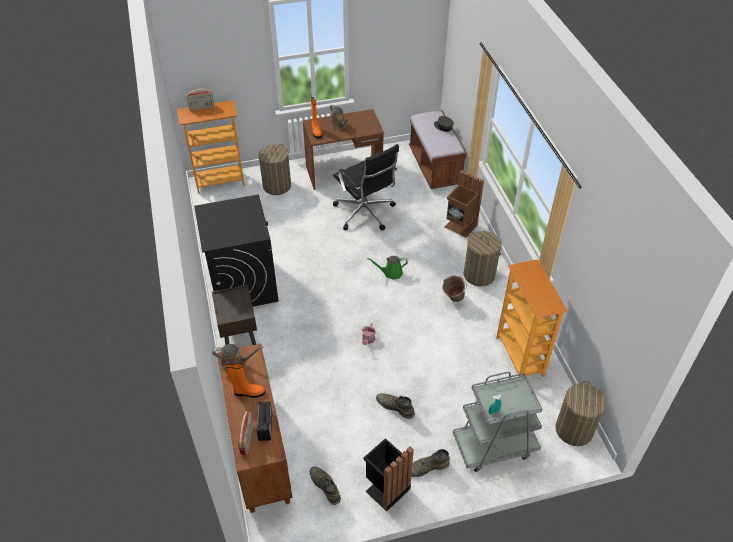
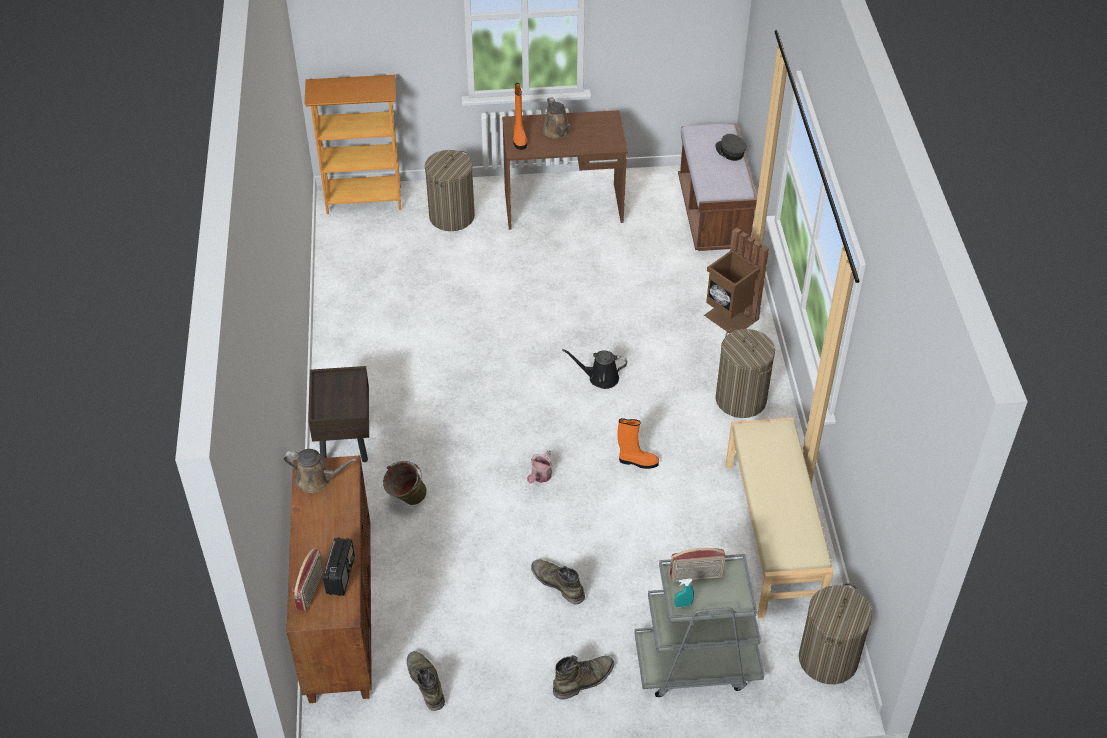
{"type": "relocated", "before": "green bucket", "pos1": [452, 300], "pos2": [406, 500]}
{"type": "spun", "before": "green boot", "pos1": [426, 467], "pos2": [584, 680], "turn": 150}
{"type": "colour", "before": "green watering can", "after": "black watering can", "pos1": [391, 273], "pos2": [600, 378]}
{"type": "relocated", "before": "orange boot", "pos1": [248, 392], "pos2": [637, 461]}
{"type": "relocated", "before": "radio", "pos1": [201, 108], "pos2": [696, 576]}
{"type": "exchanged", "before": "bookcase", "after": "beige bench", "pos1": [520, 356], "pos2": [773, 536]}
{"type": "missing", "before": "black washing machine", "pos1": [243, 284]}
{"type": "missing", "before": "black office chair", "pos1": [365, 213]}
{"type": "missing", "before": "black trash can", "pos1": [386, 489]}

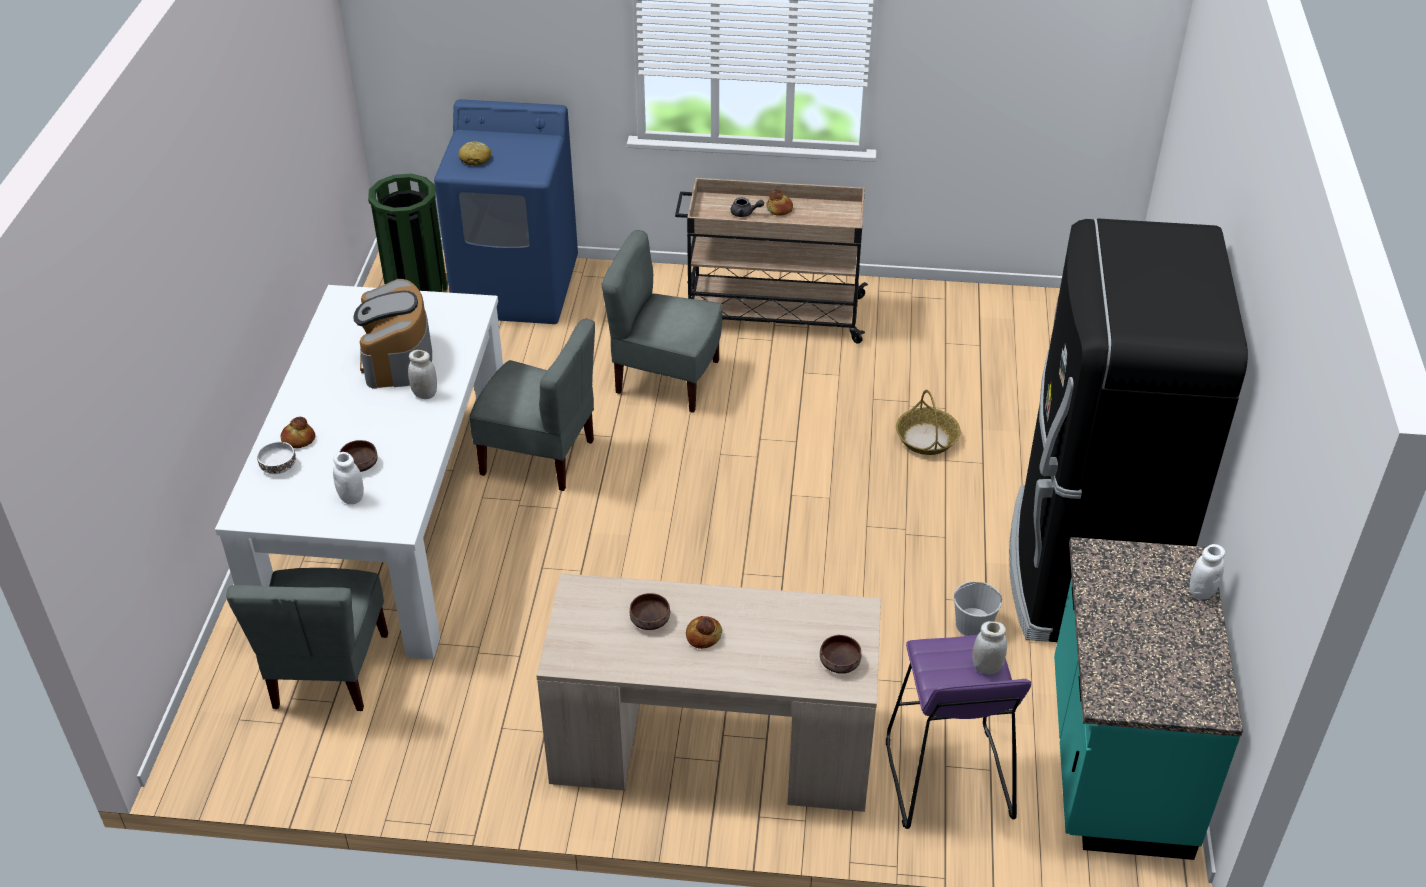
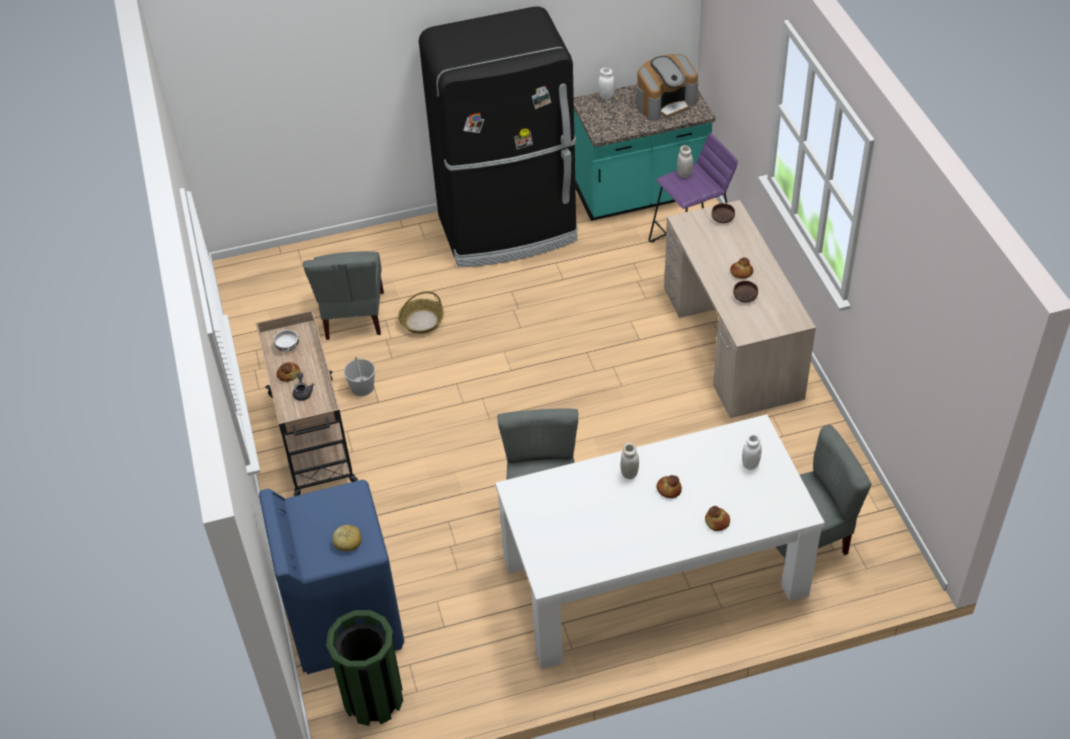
{"type": "relocated", "before": "white bowl", "pos1": [277, 466], "pos2": [288, 346]}
{"type": "relocated", "before": "grey chair", "pos1": [666, 378], "pos2": [353, 316]}
{"type": "relocated", "before": "white bucket", "pos1": [974, 624], "pos2": [362, 387]}
{"type": "relocated", "before": "coffee machine", "pos1": [396, 358], "pos2": [665, 102]}
{"type": "appeared", "after": "bread", "pos2": [668, 489]}
{"type": "missing", "before": "brown bowl", "pos1": [360, 463]}

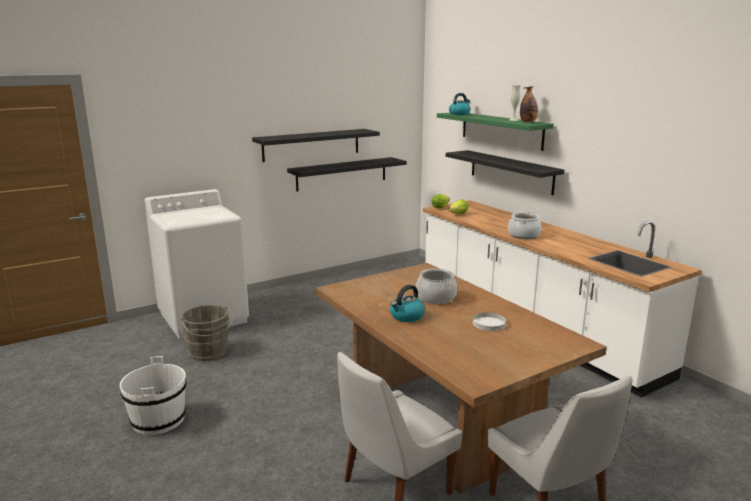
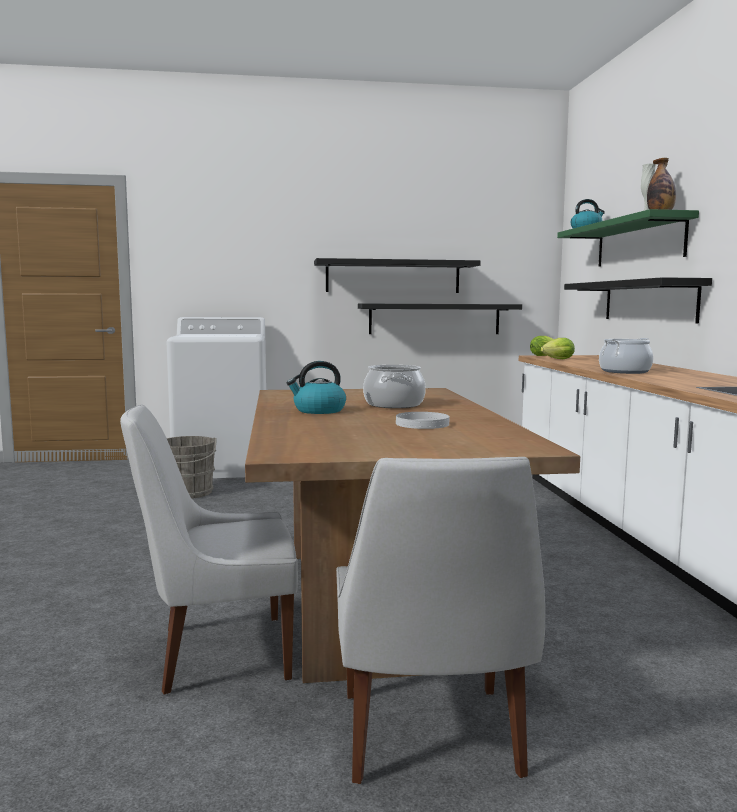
{"type": "missing", "before": "white bucket", "pos1": [158, 420]}

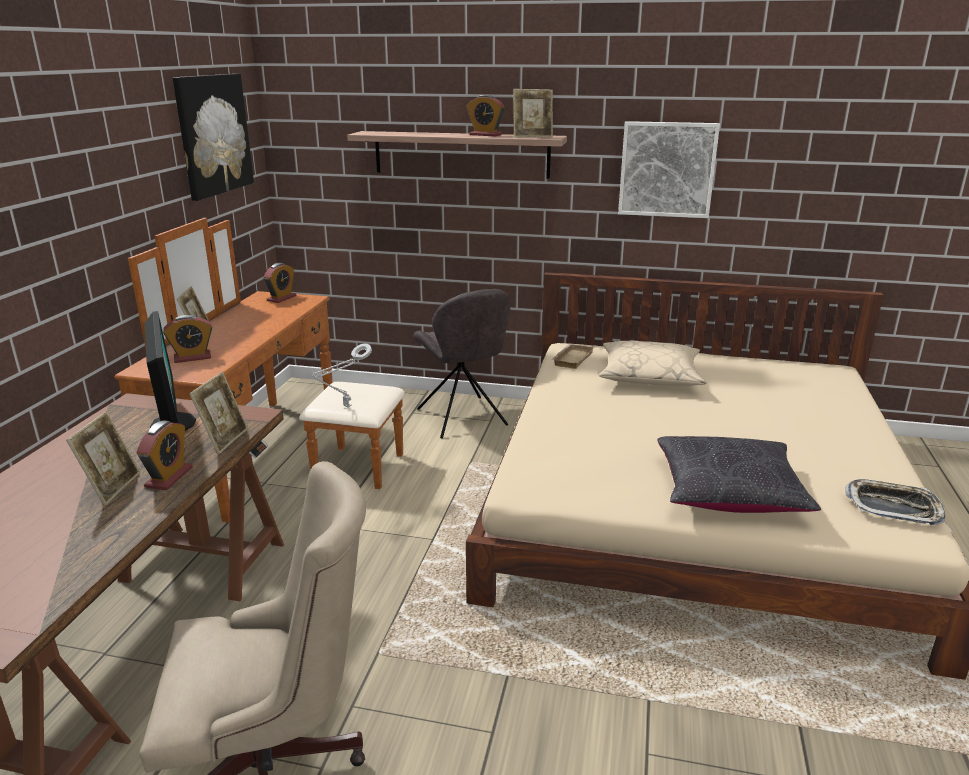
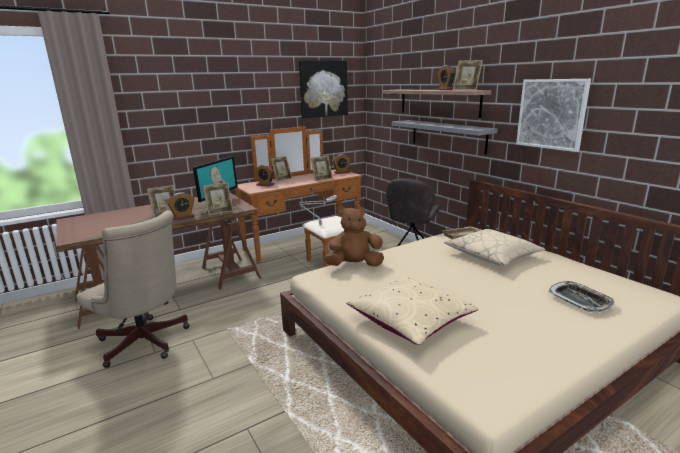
{"type": "appeared", "after": "picture frame", "pos2": [322, 179]}
{"type": "appeared", "after": "brown plush toy", "pos2": [354, 265]}
{"type": "colour", "before": "black pillow", "after": "beige pillow", "pos1": [728, 492], "pos2": [410, 320]}
{"type": "appeared", "after": "grey shelf", "pos2": [447, 136]}
{"type": "relocated", "before": "tray", "pos1": [893, 507], "pos2": [580, 300]}

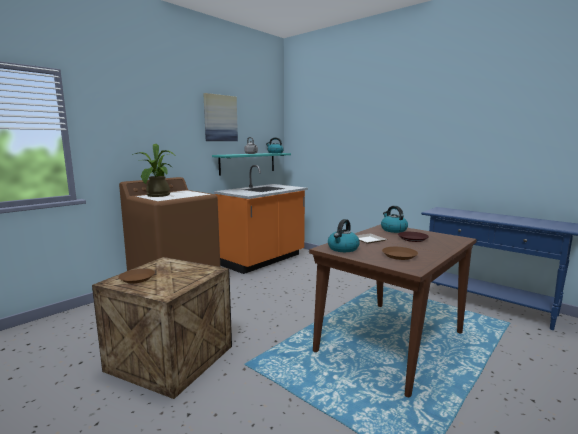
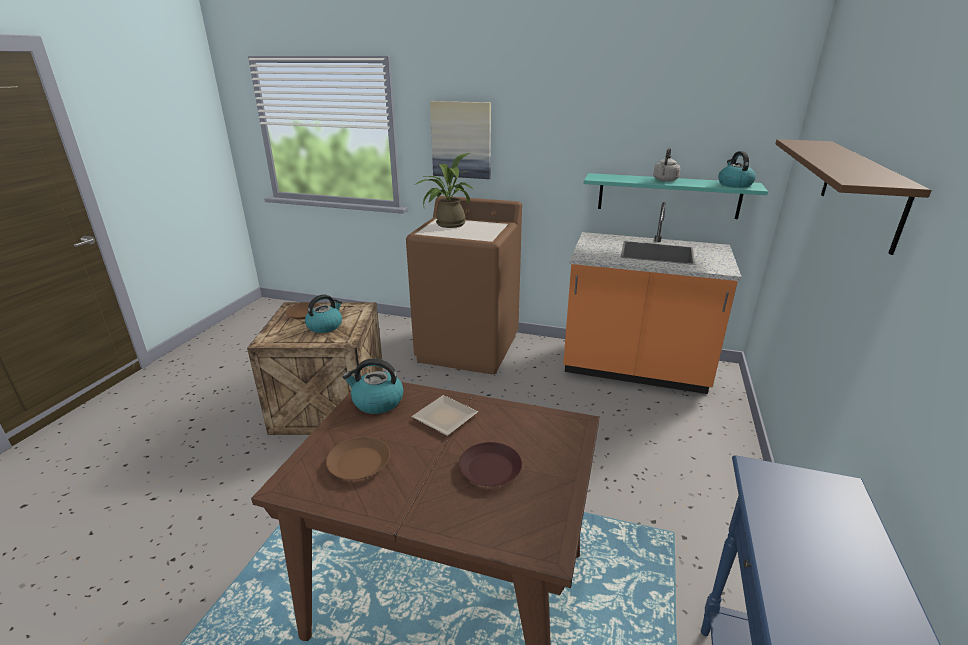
{"type": "relocated", "before": "kettle", "pos1": [393, 230], "pos2": [325, 326]}
{"type": "relocated", "before": "picture", "pos1": [220, 118], "pos2": [461, 140]}
{"type": "appeared", "after": "brown shelf", "pos2": [861, 190]}

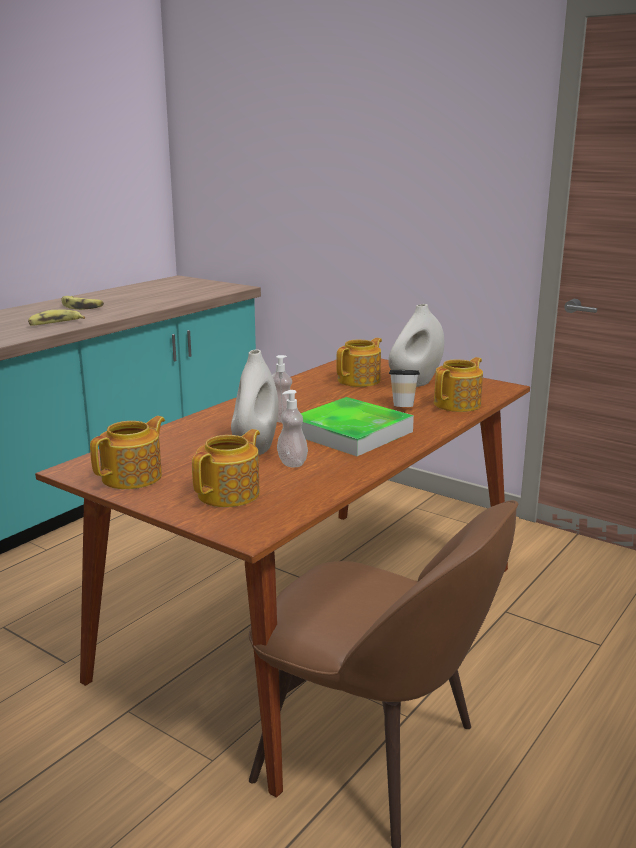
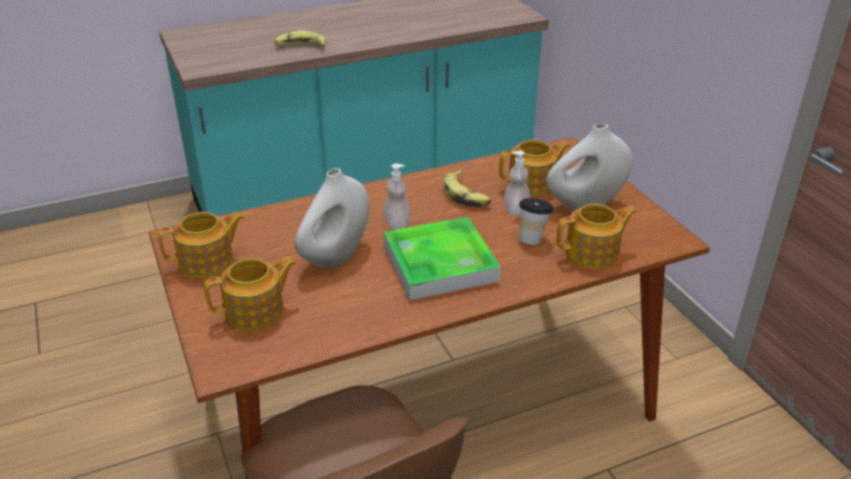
{"type": "relocated", "before": "banana", "pos1": [82, 307], "pos2": [466, 195]}
{"type": "relocated", "before": "soap dispenser", "pos1": [292, 463], "pos2": [516, 209]}

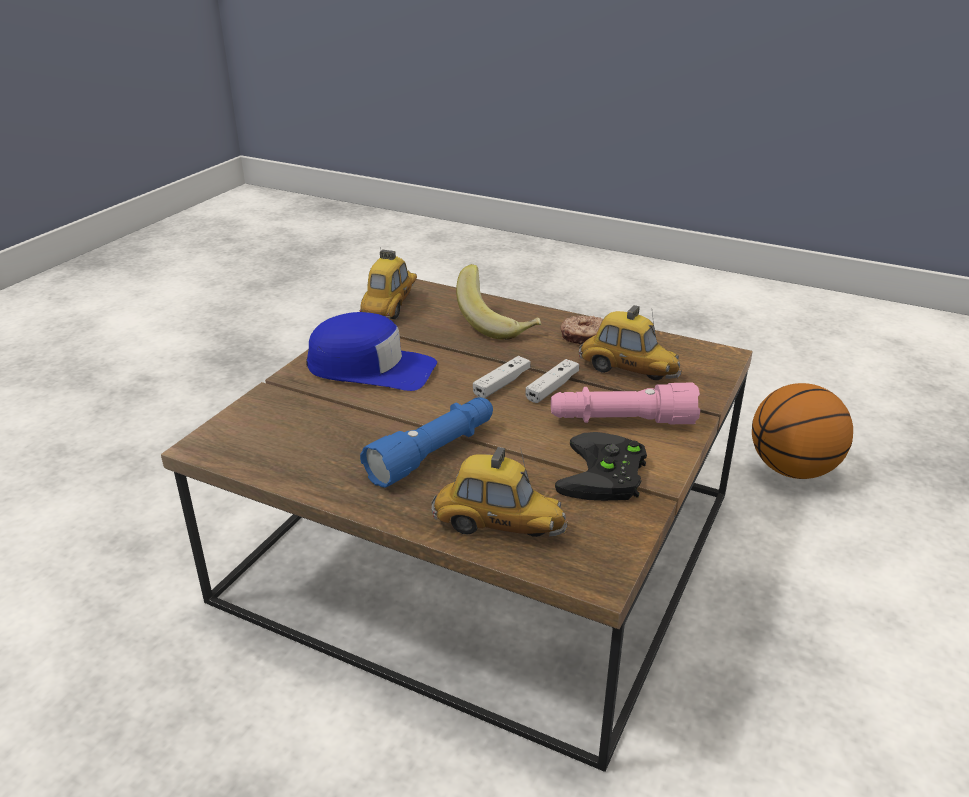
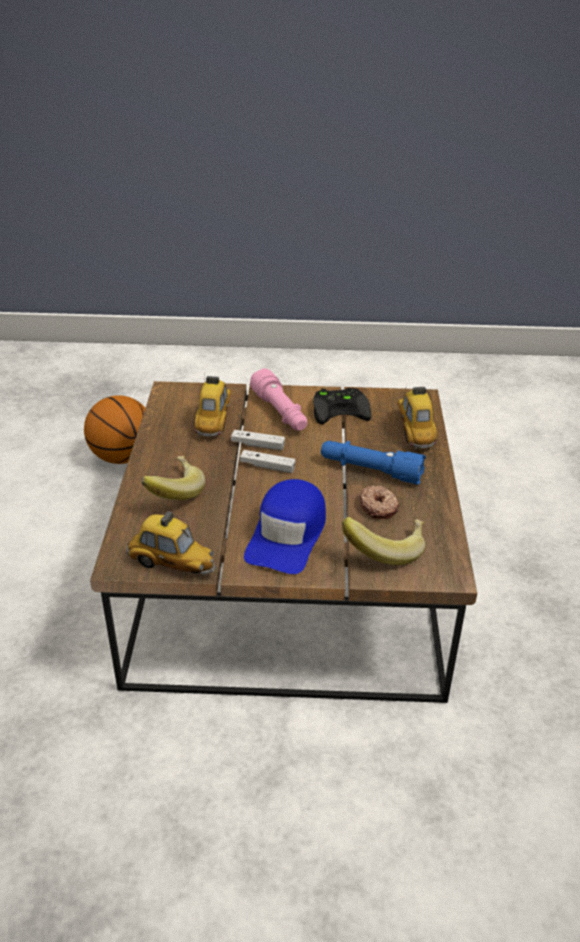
{"type": "spun", "before": "toy car", "pos1": [391, 308], "pos2": [171, 564], "turn": -150}
{"type": "spun", "before": "blue cap", "pos1": [371, 368], "pos2": [287, 535], "turn": -150}
{"type": "appeared", "after": "banana", "pos2": [385, 549]}
{"type": "relocated", "before": "donut", "pos1": [584, 337], "pos2": [378, 507]}

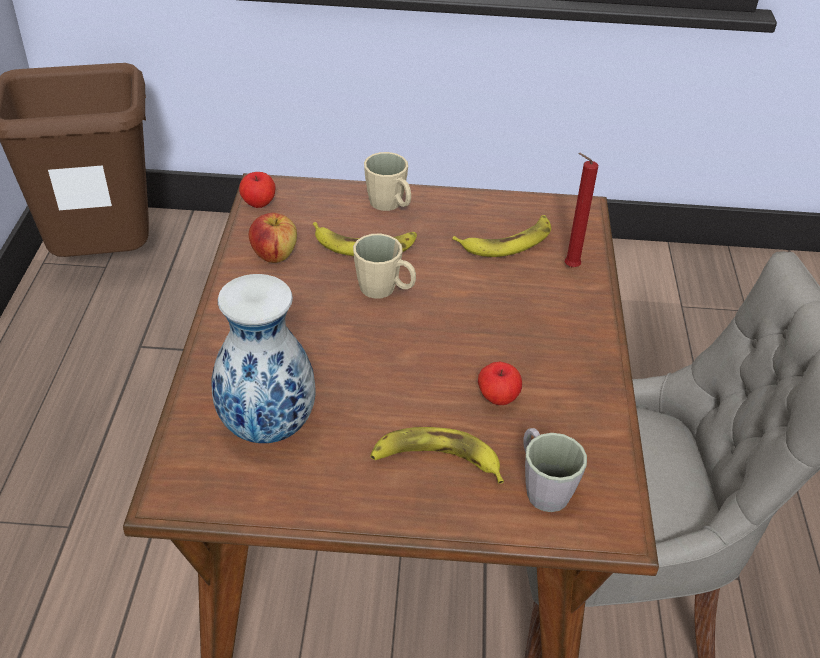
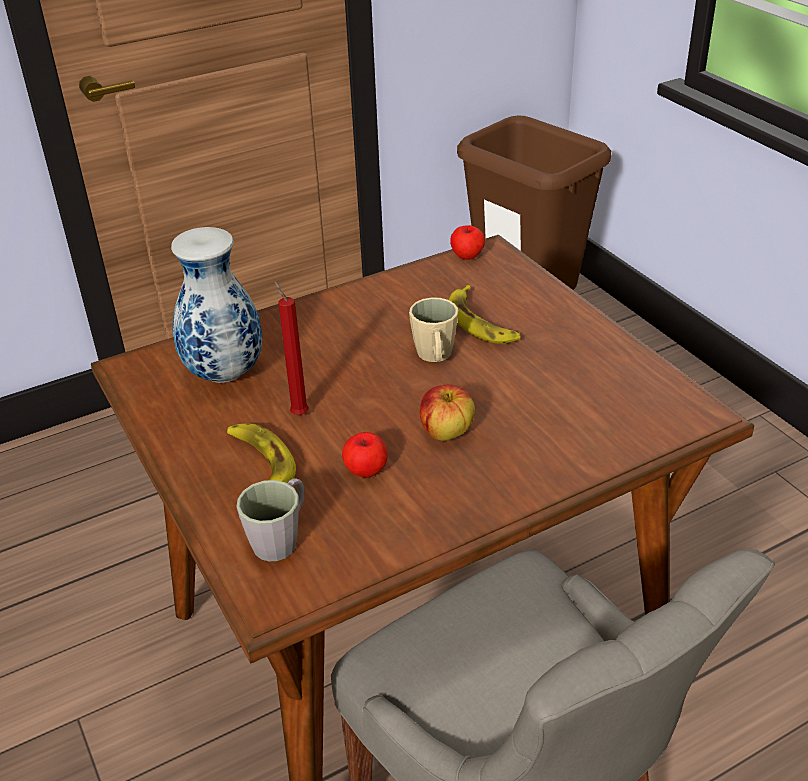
{"type": "relocated", "before": "red candle", "pos1": [568, 267], "pos2": [298, 413]}
{"type": "relocated", "before": "apple", "pos1": [274, 255], "pos2": [446, 432]}
{"type": "missing", "before": "beige mug", "pos1": [390, 205]}
{"type": "missing", "before": "banana", "pos1": [507, 241]}

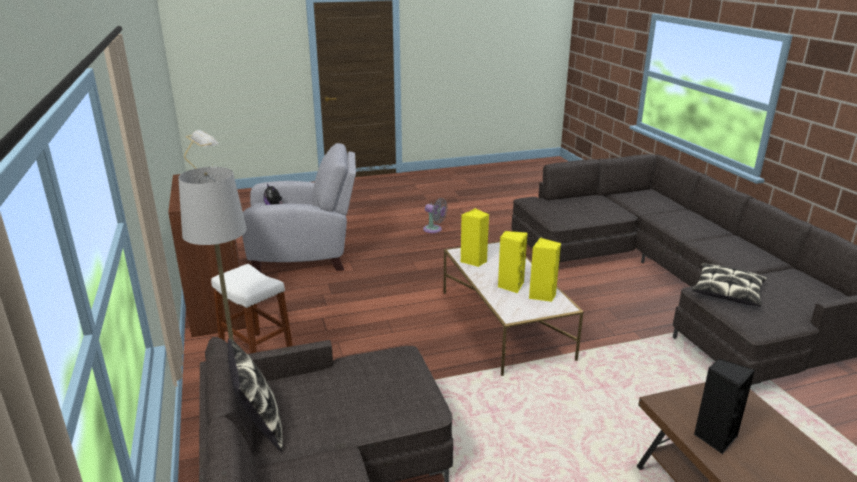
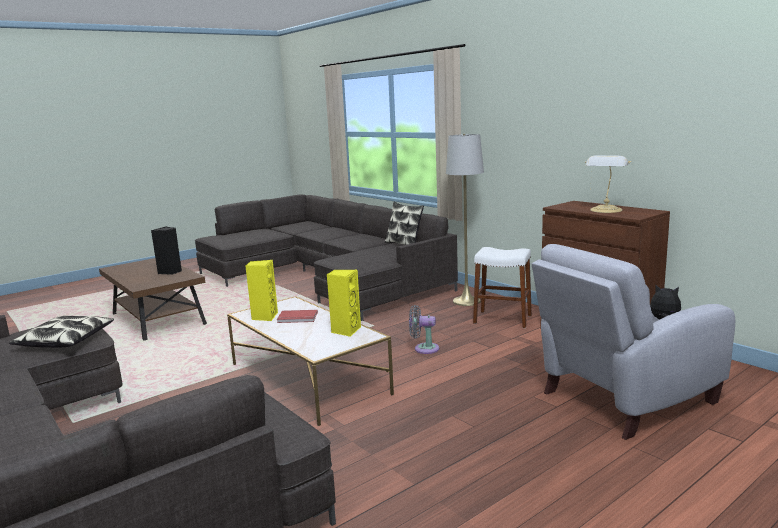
{"type": "exchanged", "before": "yellow speaker", "after": "red book", "pos1": [510, 285], "pos2": [297, 318]}
{"type": "relocated", "before": "grey fan", "pos1": [434, 229], "pos2": [423, 348]}

